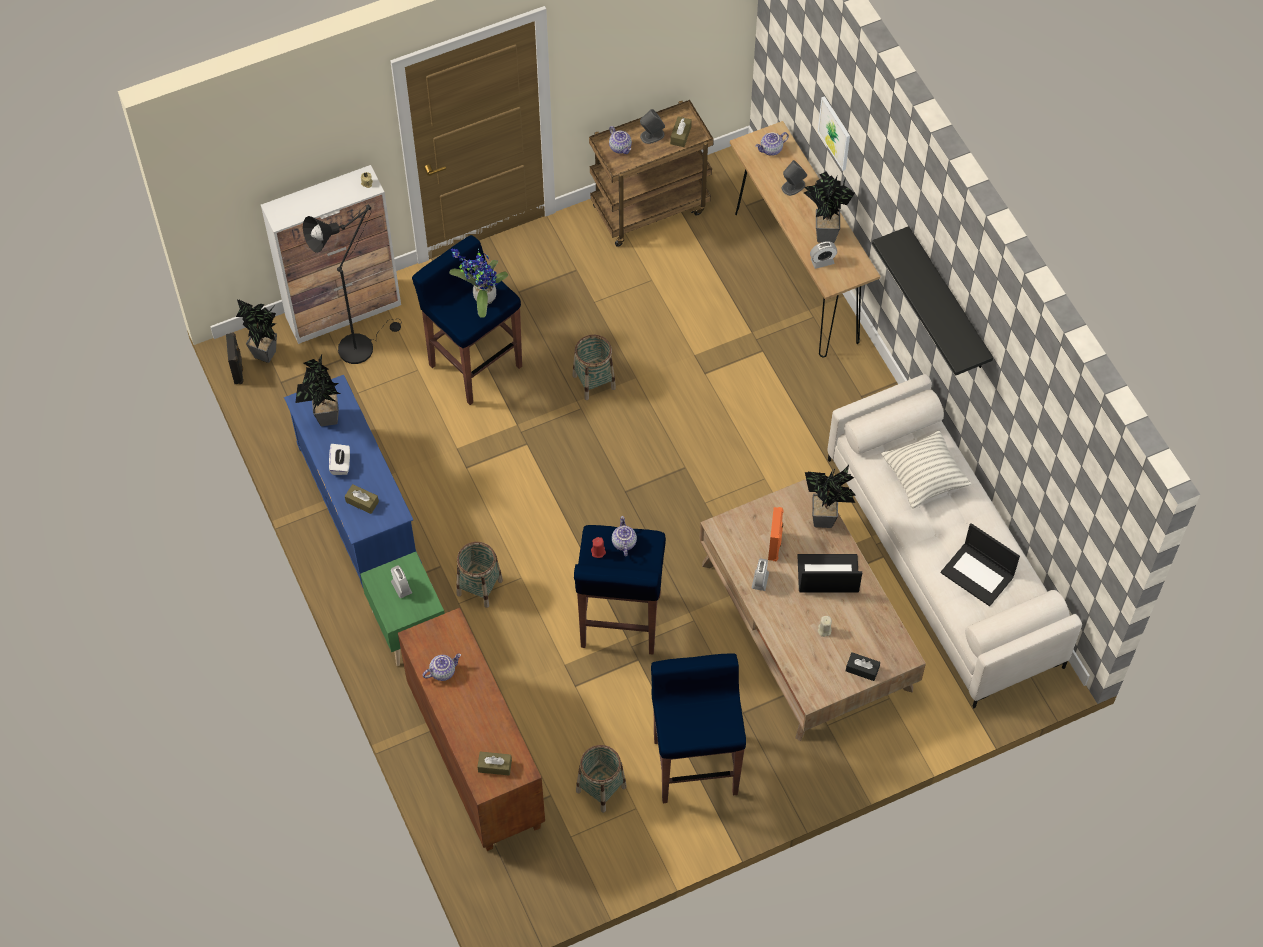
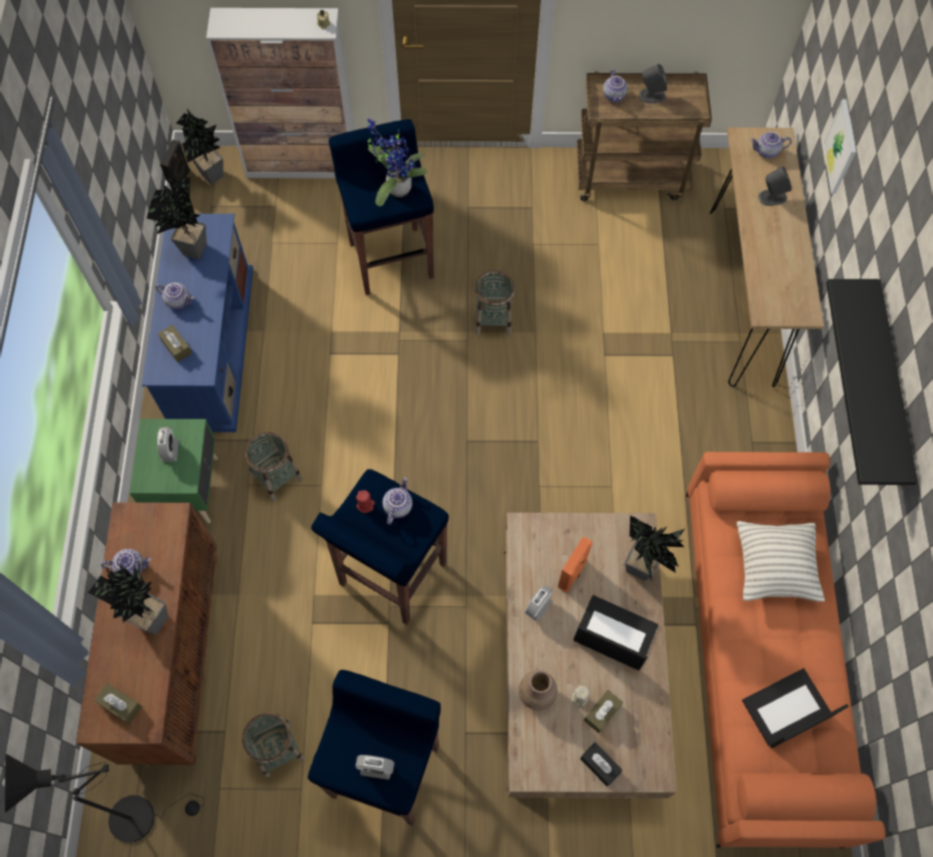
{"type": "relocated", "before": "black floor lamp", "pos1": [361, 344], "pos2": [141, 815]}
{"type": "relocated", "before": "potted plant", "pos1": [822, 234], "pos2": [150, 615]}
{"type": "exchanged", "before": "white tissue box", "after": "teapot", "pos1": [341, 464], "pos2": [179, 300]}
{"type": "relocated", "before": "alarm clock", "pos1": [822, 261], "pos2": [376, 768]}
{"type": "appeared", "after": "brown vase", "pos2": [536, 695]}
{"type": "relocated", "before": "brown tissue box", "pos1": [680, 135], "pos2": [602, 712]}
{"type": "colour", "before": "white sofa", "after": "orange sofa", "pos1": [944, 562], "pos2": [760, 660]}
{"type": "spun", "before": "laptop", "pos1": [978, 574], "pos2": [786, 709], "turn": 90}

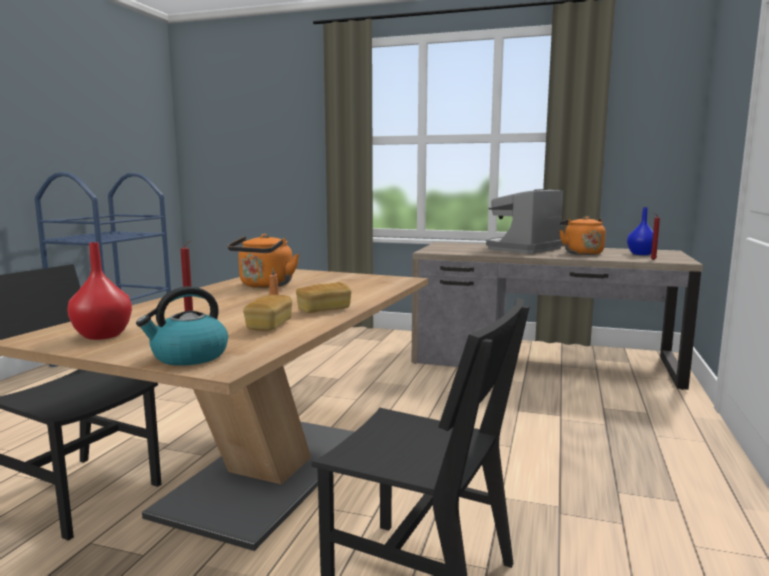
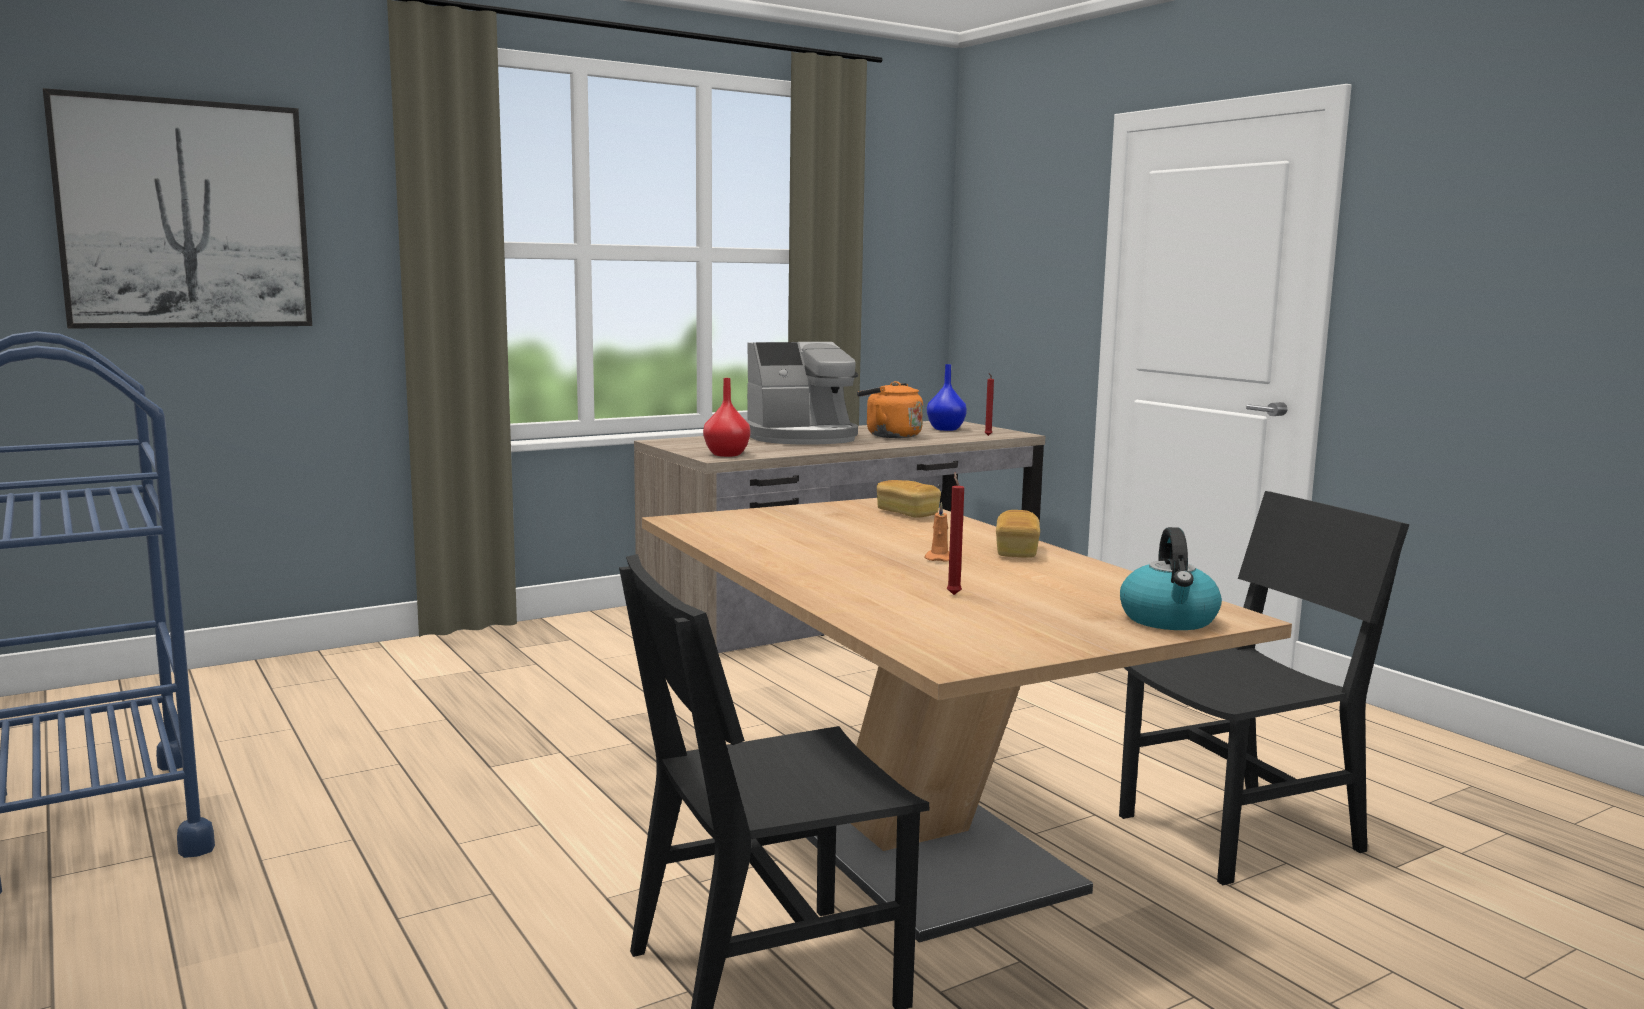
{"type": "appeared", "after": "picture", "pos2": [185, 215]}
{"type": "relocated", "before": "red vase", "pos1": [102, 335], "pos2": [725, 454]}
{"type": "spun", "before": "coffee machine", "pos1": [522, 249], "pos2": [802, 437], "turn": -105}
{"type": "relocated", "before": "bread", "pos1": [269, 325], "pos2": [907, 513]}
{"type": "missing", "before": "orange kettle", "pos1": [265, 285]}

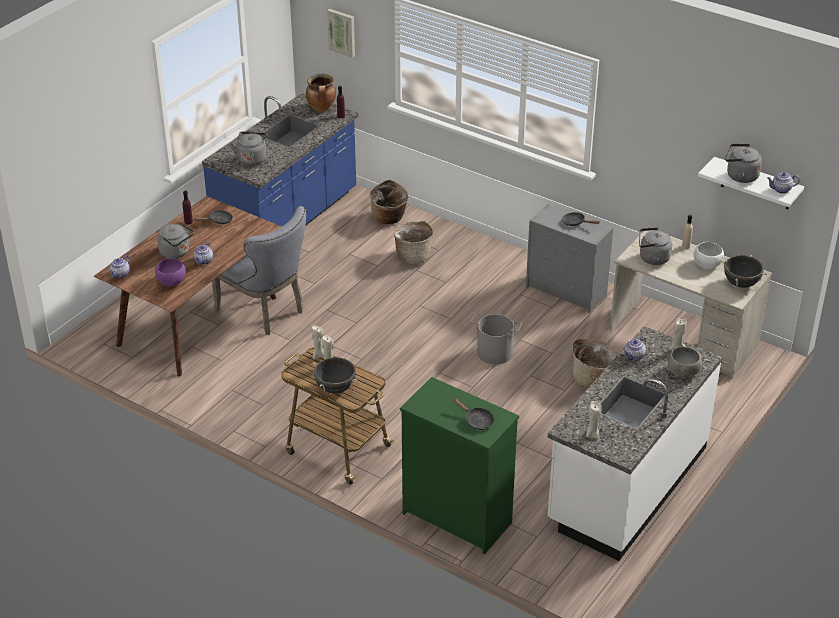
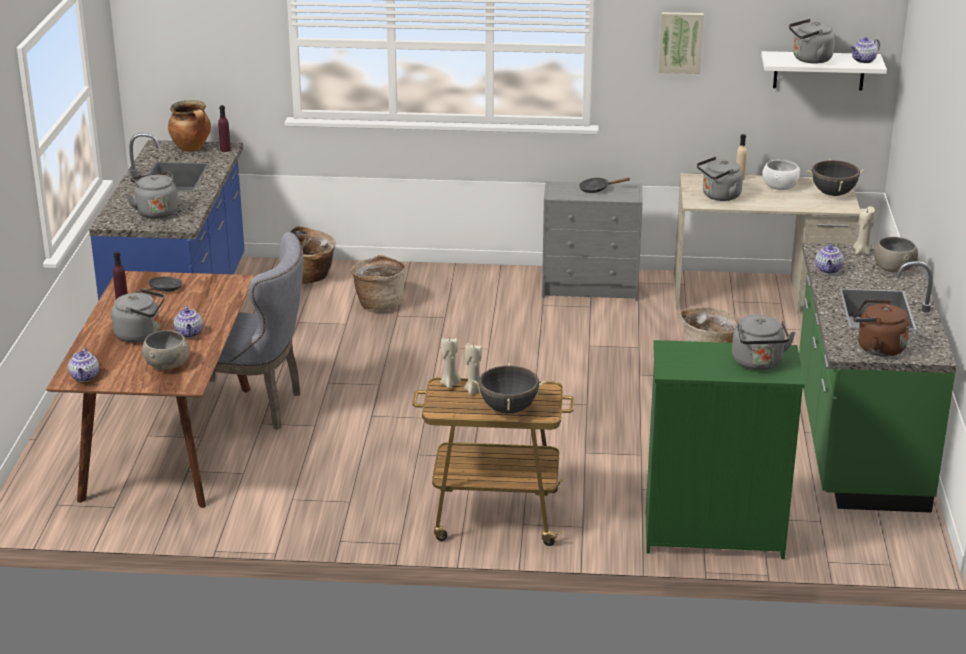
{"type": "colour", "before": "purple bowl", "after": "grey bowl", "pos1": [171, 280], "pos2": [167, 364]}
{"type": "relocated", "before": "picture", "pos1": [342, 32], "pos2": [680, 42]}
{"type": "exchanged", "before": "black frying pan", "after": "grey kettle", "pos1": [476, 420], "pos2": [758, 363]}
{"type": "colour", "before": "white counter", "after": "green counter", "pos1": [626, 485], "pos2": [856, 440]}
{"type": "exchanged", "before": "beige candle", "after": "brown kettle", "pos1": [592, 434], "pos2": [877, 348]}
{"type": "missing", "before": "grey bucket", "pos1": [494, 353]}

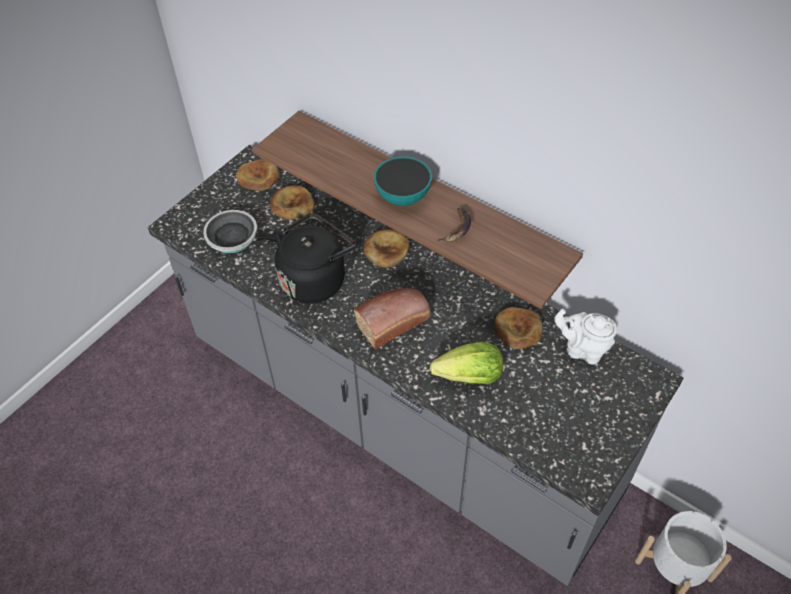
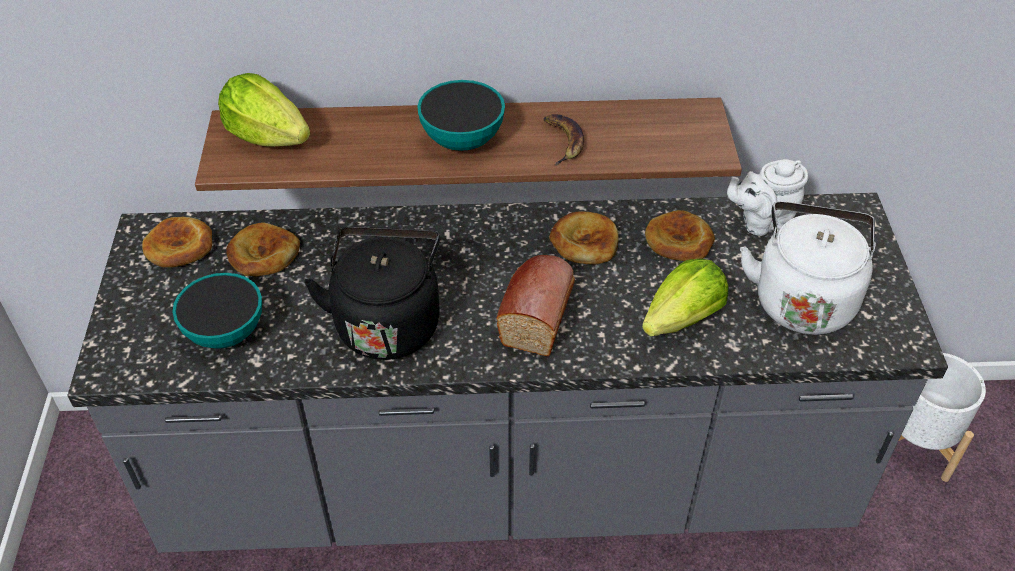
{"type": "exchanged", "before": "frying pan", "after": "bowl", "pos1": [237, 237], "pos2": [225, 332]}
{"type": "appeared", "after": "lettuce", "pos2": [267, 136]}
{"type": "relocated", "before": "bread", "pos1": [386, 250], "pos2": [584, 242]}
{"type": "appeared", "after": "white kettle", "pos2": [802, 298]}

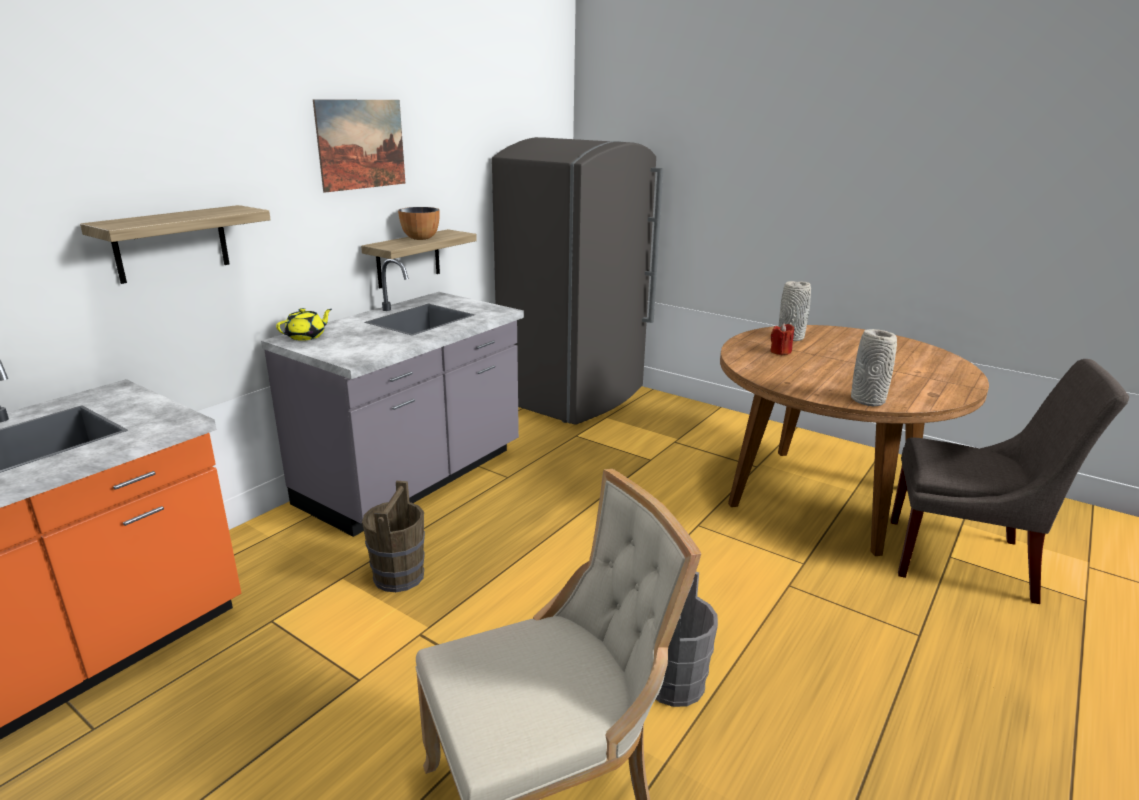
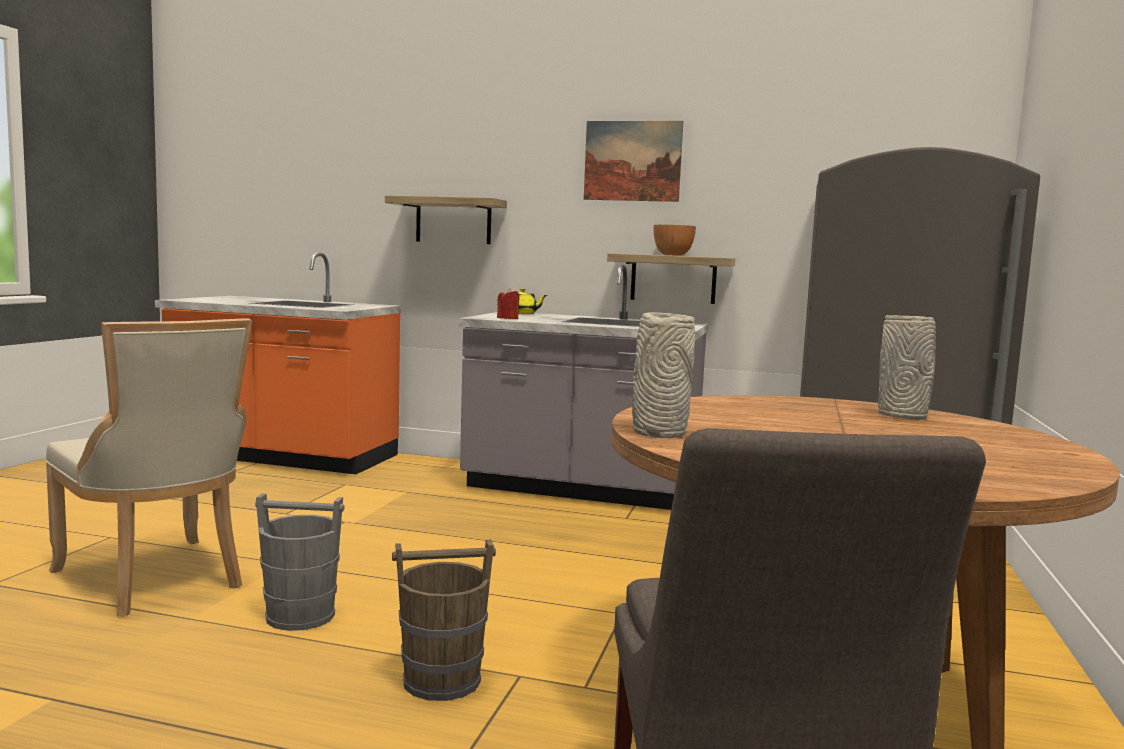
{"type": "relocated", "before": "brown bucket", "pos1": [398, 576], "pos2": [441, 681]}
{"type": "relocated", "before": "red candle", "pos1": [780, 352], "pos2": [508, 318]}

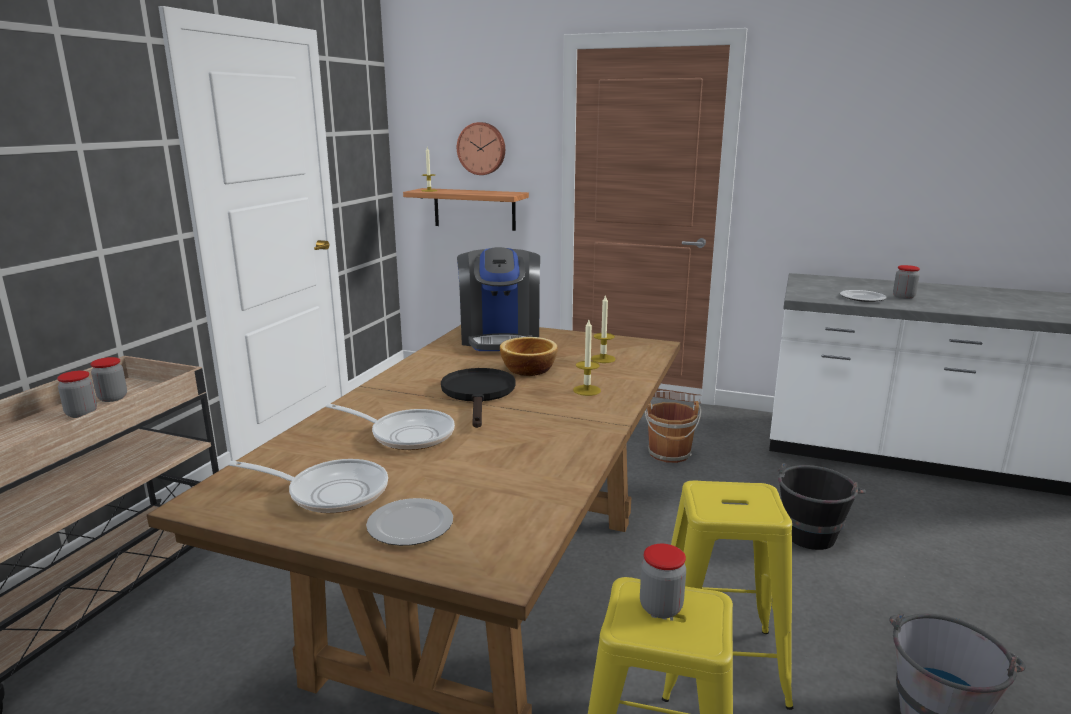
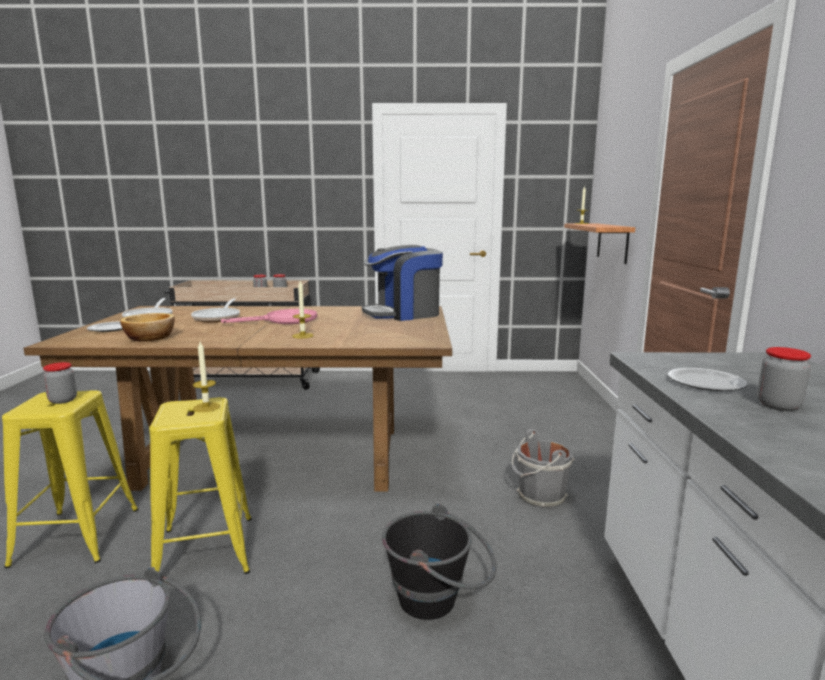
{"type": "relocated", "before": "bowl", "pos1": [528, 369], "pos2": [151, 338]}
{"type": "relocated", "before": "candle", "pos1": [603, 359], "pos2": [206, 407]}
{"type": "colour", "before": "black frying pan", "after": "pink frying pan", "pos1": [478, 394], "pos2": [284, 320]}
{"type": "colour", "before": "brown bucket", "after": "grey bucket", "pos1": [670, 454], "pos2": [539, 497]}
{"type": "missing", "before": "wall clock", "pos1": [482, 148]}

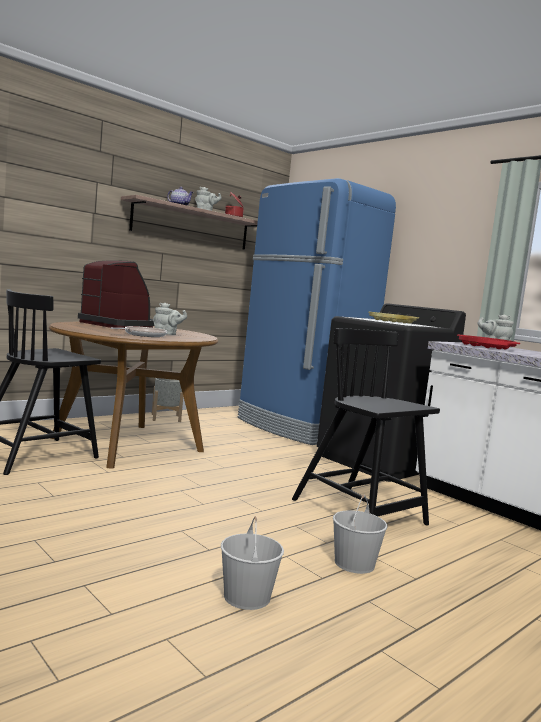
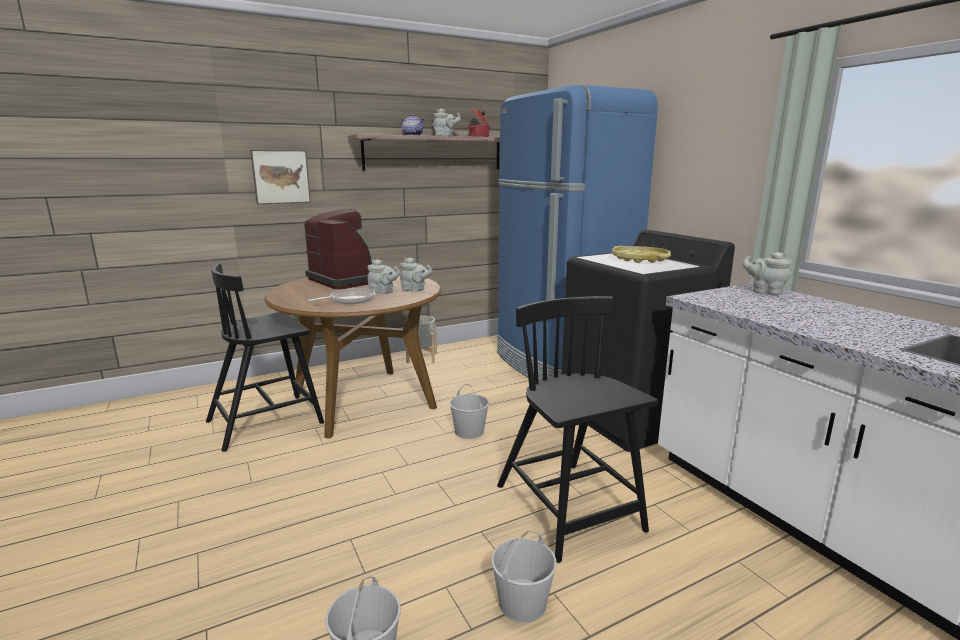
{"type": "appeared", "after": "picture", "pos2": [281, 176]}
{"type": "appeared", "after": "grey teapot", "pos2": [415, 290]}
{"type": "appeared", "after": "white bucket", "pos2": [468, 431]}
{"type": "missing", "before": "red tray", "pos1": [486, 347]}

